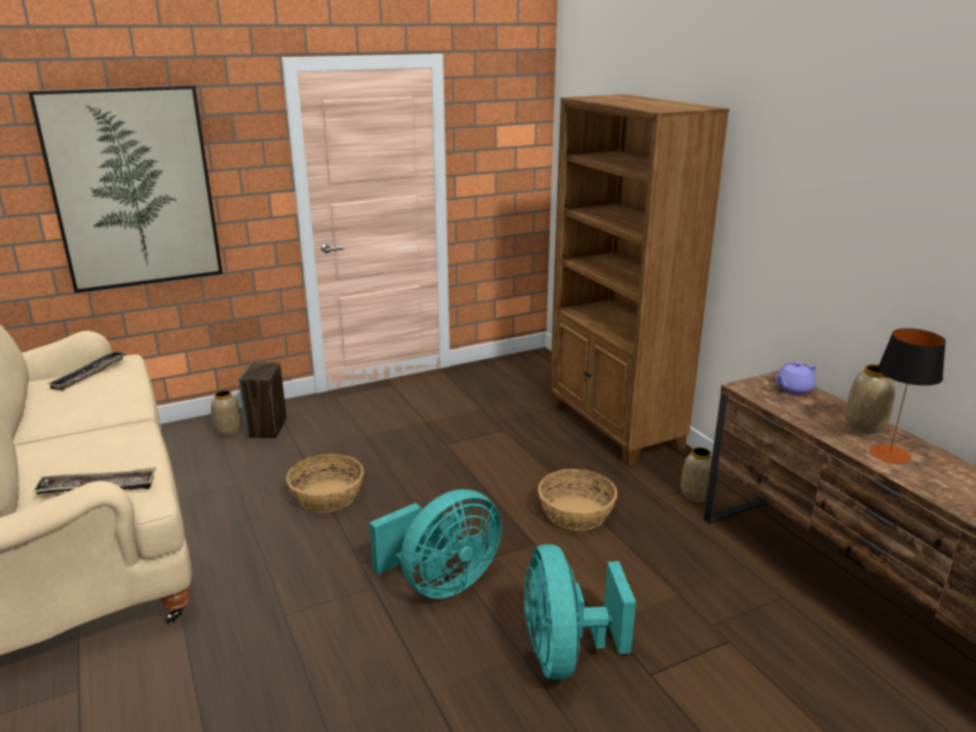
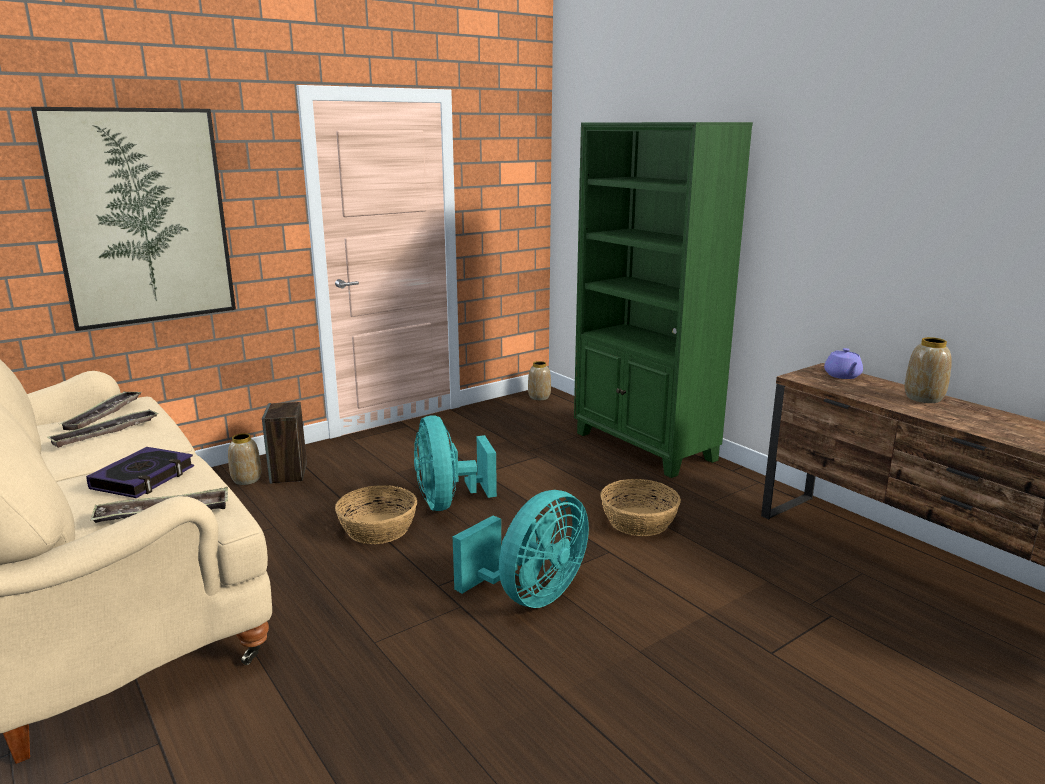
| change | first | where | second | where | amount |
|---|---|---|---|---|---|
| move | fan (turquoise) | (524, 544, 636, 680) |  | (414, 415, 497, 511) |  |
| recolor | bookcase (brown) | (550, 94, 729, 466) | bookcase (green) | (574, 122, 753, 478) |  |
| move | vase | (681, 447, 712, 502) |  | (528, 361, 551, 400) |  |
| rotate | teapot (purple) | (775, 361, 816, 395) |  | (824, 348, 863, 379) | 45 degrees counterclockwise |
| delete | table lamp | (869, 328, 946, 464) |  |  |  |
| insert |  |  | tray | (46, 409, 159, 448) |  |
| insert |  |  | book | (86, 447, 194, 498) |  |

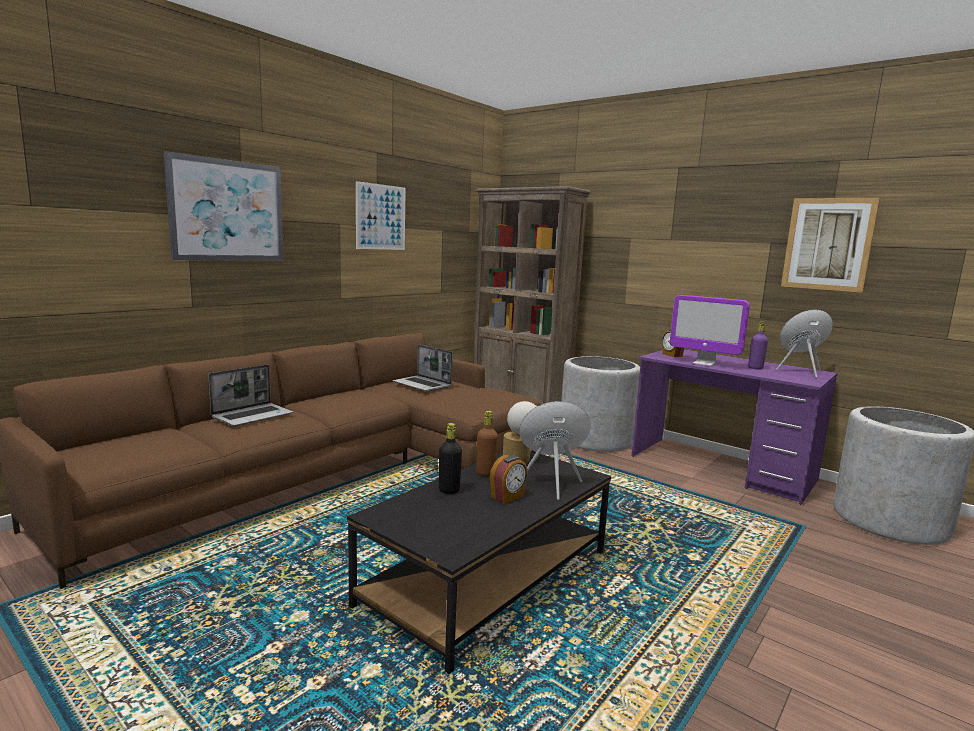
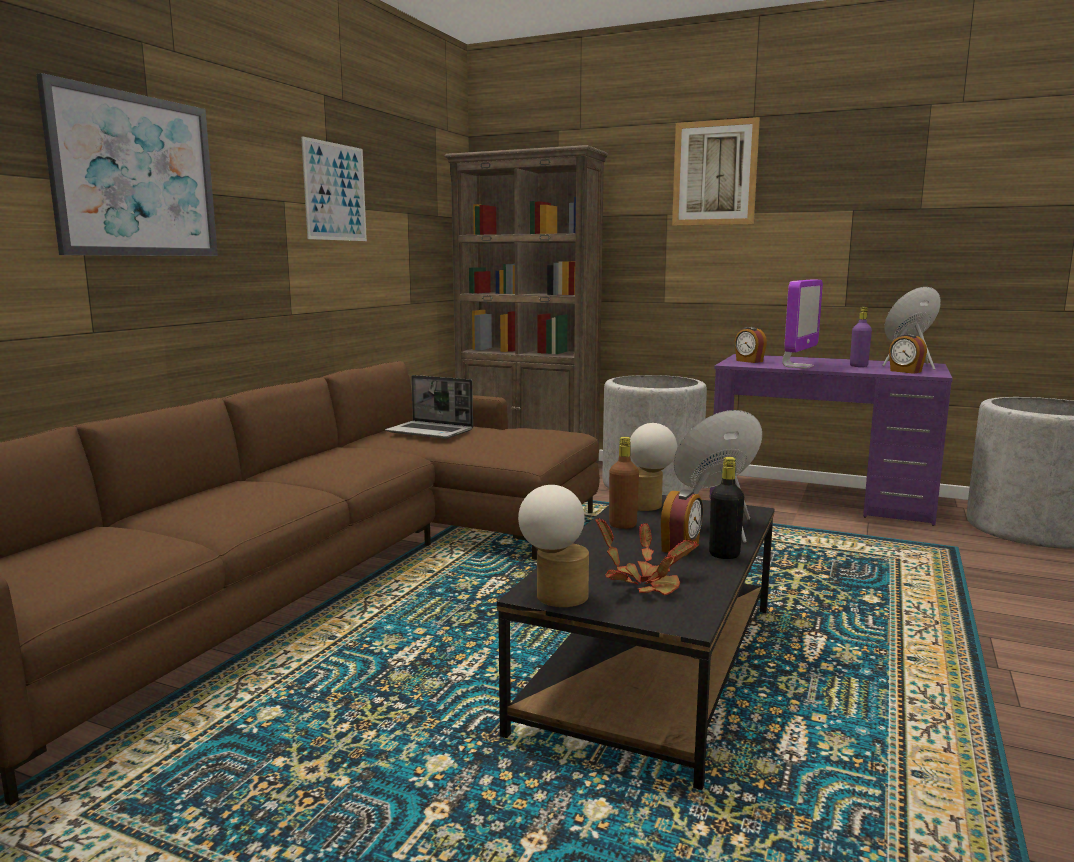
| change | first | where | second | where | amount |
|---|---|---|---|---|---|
| delete | laptop | (208, 365, 293, 427) |  |  |  |
| move | bottle (black) | (439, 423, 462, 494) |  | (709, 457, 744, 559) |  |
| rotate | monitor | (670, 295, 750, 367) |  | (782, 280, 823, 369) | 75 degrees counterclockwise |
| move | picture | (781, 198, 880, 293) |  | (672, 117, 760, 226) |  |
| insert |  |  | table lamp | (518, 485, 589, 607) |  |
| insert |  |  | potted plant | (595, 518, 699, 596) |  |
| insert |  |  | alarm clock | (889, 334, 927, 374) |  |

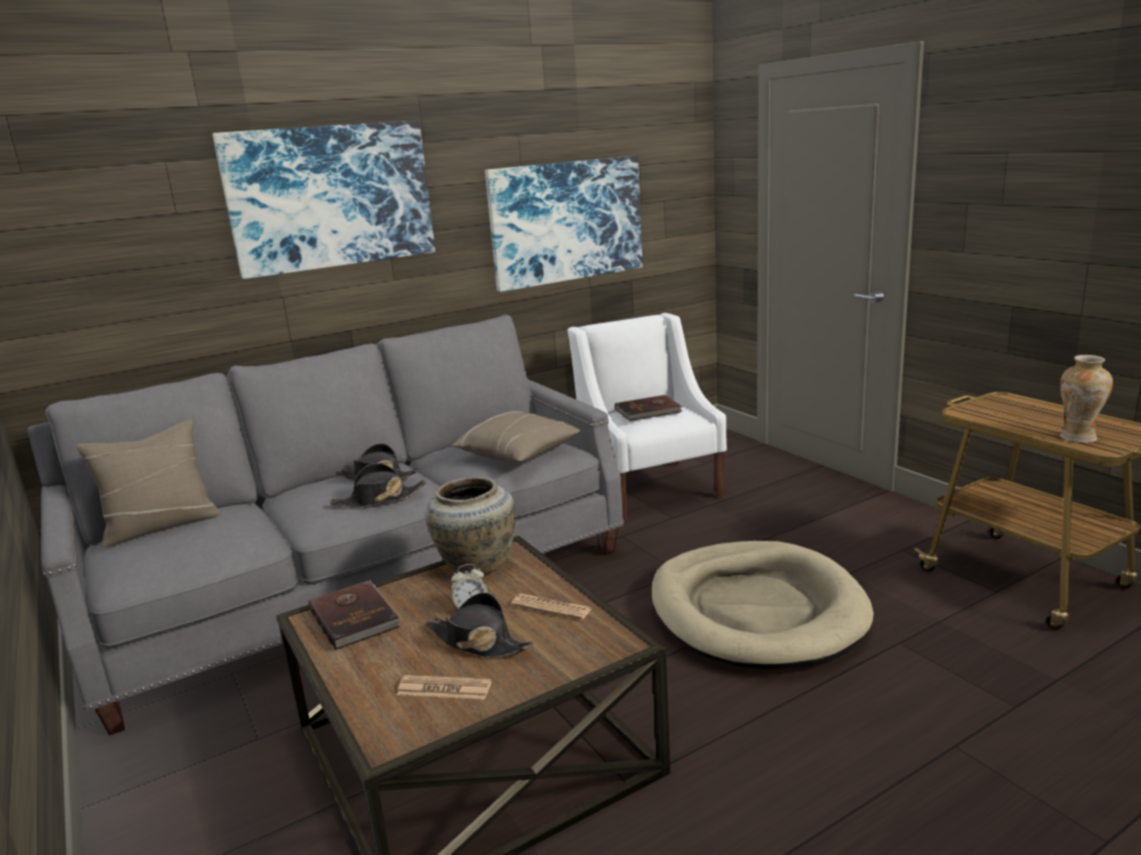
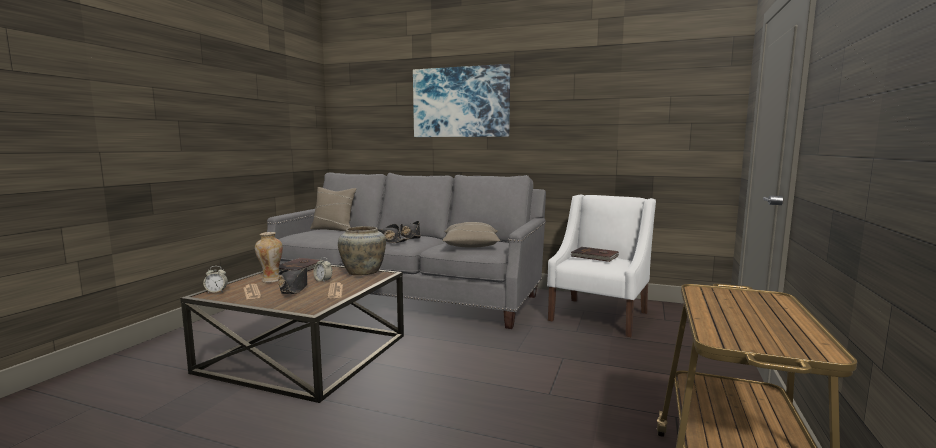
| change | first | where | second | where | amount |
|---|---|---|---|---|---|
| delete | picture | (485, 156, 643, 292) |  |  |  |
| delete | dog bed (beige) | (651, 541, 874, 669) |  |  |  |
| move | vase | (1060, 355, 1113, 443) |  | (255, 232, 283, 283) |  |
| insert |  |  | alarm clock | (203, 266, 228, 293) |  |

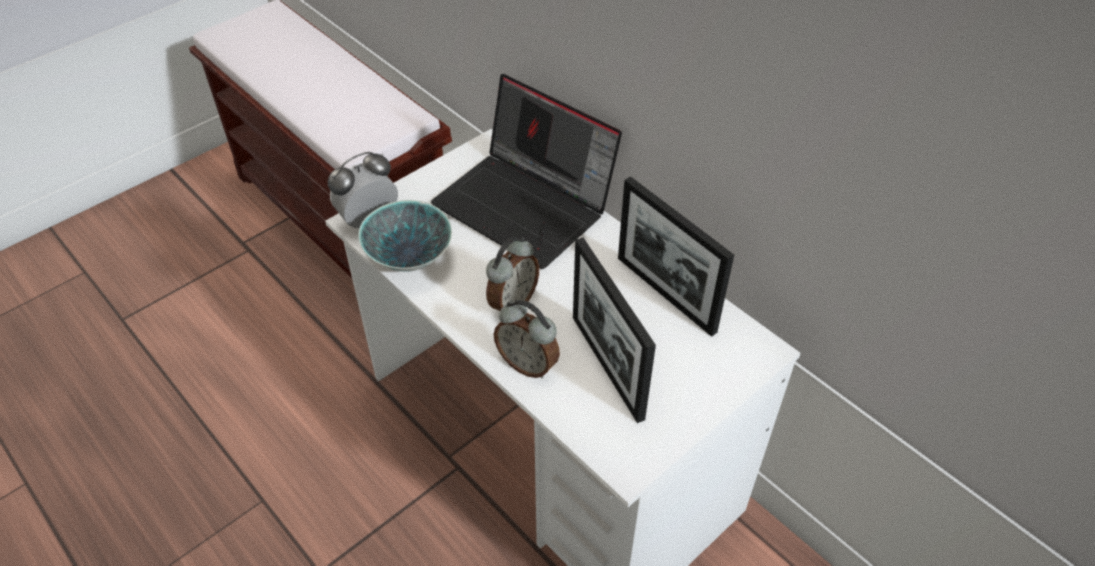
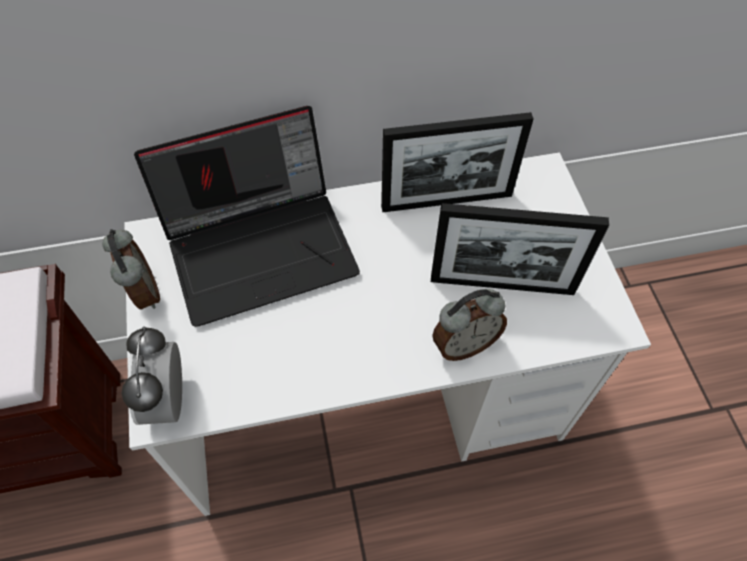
| change | first | where | second | where | amount |
|---|---|---|---|---|---|
| delete | bowl | (358, 200, 452, 272) |  |  |  |
| move | alarm clock | (486, 237, 539, 311) |  | (102, 229, 160, 310) |  |

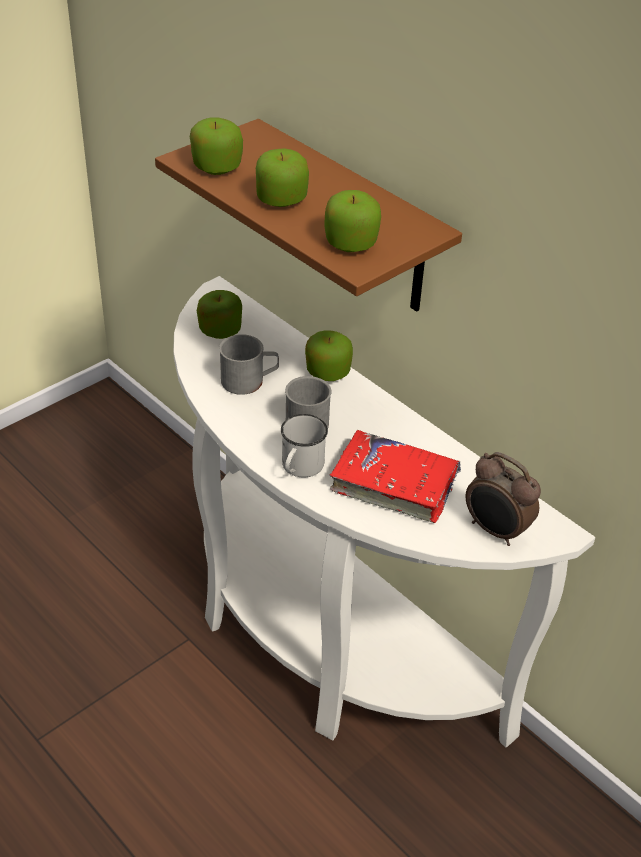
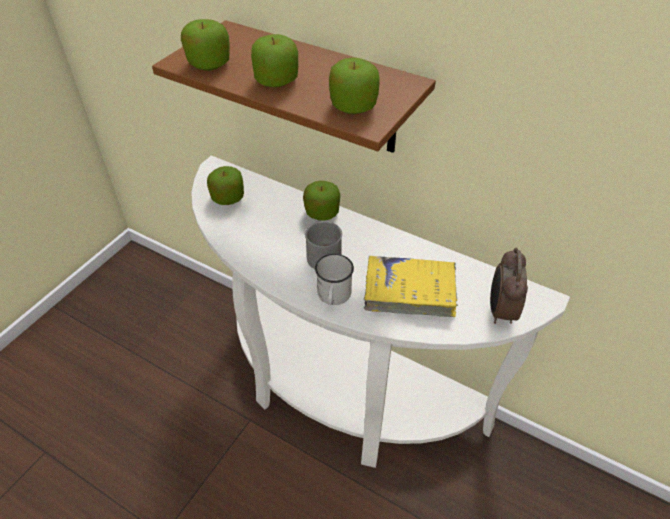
| change | first | where | second | where | amount |
|---|---|---|---|---|---|
| delete | mug (grey) | (219, 334, 279, 395) |  |  |  |
| recolor | book (red) | (329, 430, 461, 523) | book (yellow) | (364, 256, 458, 317) |  |
| rotate | alarm clock | (466, 452, 541, 546) |  | (490, 248, 528, 324) | 75 degrees clockwise |

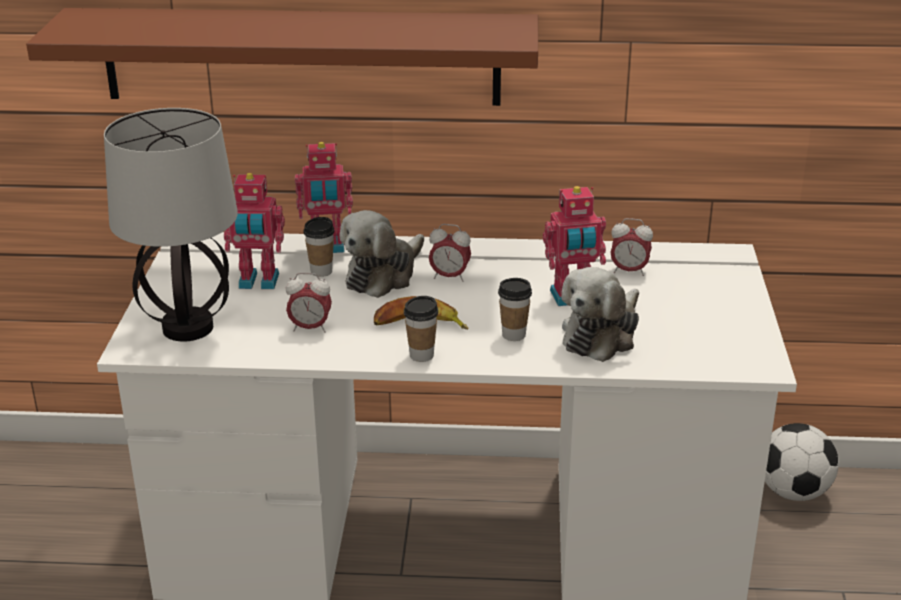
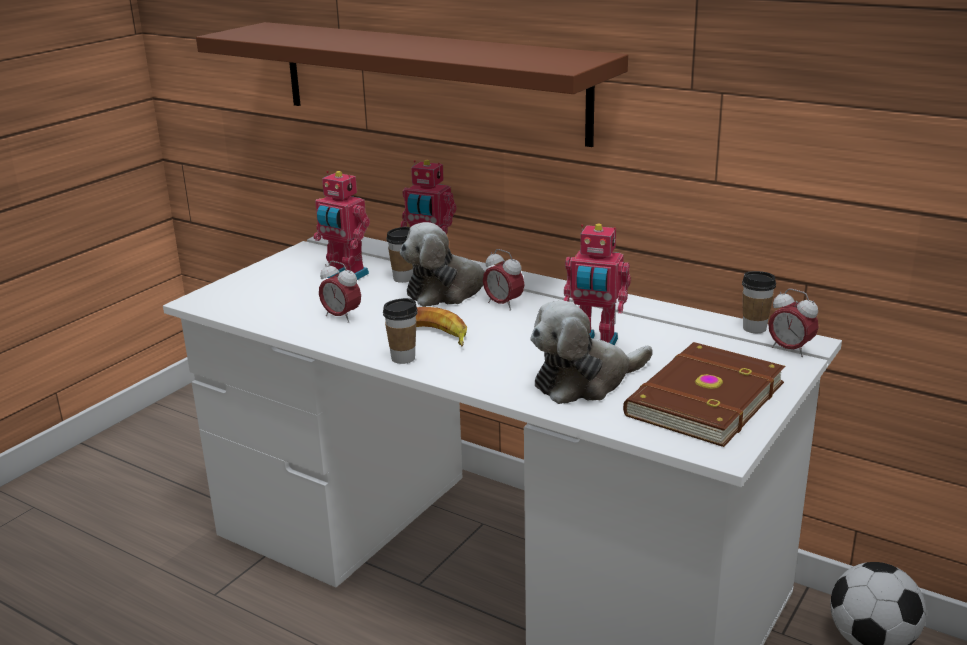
| change | first | where | second | where | amount |
|---|---|---|---|---|---|
| delete | table lamp | (104, 108, 238, 342) |  |  |  |
| move | cup | (498, 278, 532, 341) |  | (742, 271, 776, 333) |  |
| move | alarm clock | (611, 218, 653, 276) |  | (768, 289, 819, 357) |  |
| insert |  |  | book (brown) | (623, 342, 785, 447) |  |

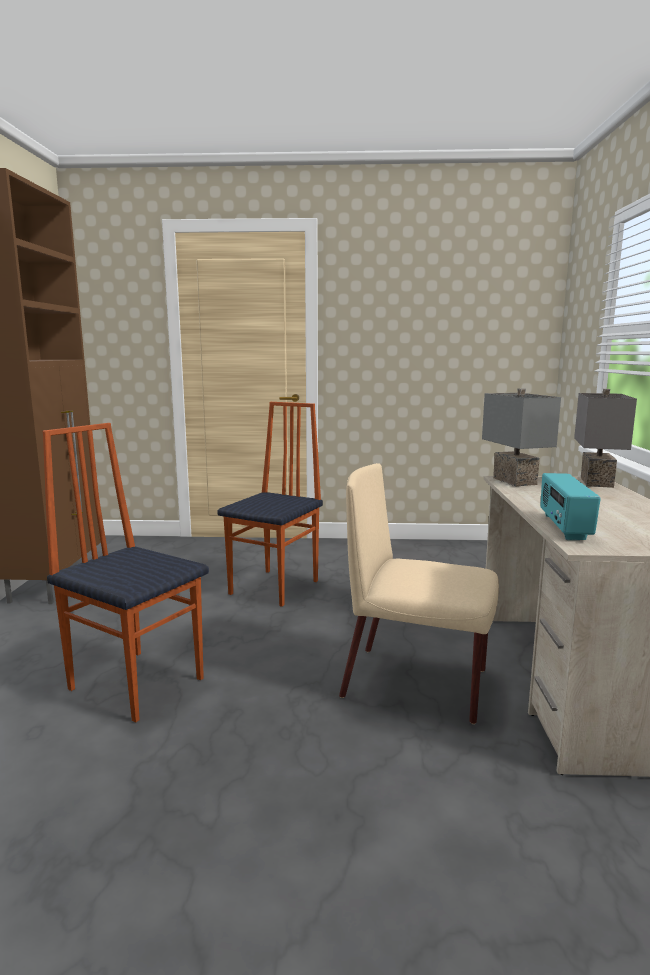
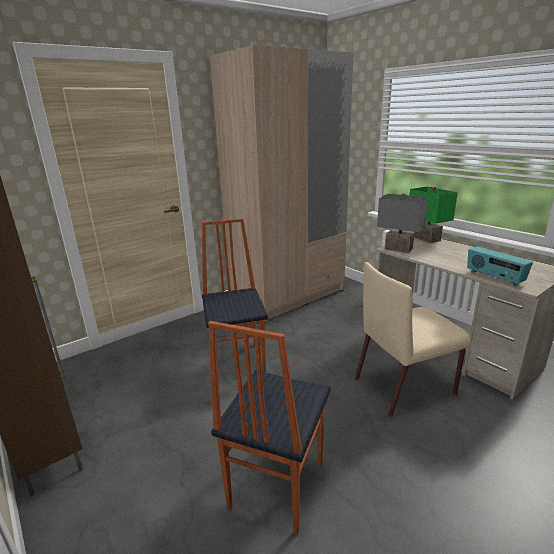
| change | first | where | second | where | amount |
|---|---|---|---|---|---|
| rotate | chair | (42, 423, 209, 722) |  | (208, 321, 331, 535) | 60 degrees counterclockwise |
| recolor | table lamp (grey) | (574, 389, 637, 488) | table lamp (green) | (410, 186, 458, 243) |  |
| insert |  |  | wardrobe (beige) | (209, 44, 354, 323) |  |

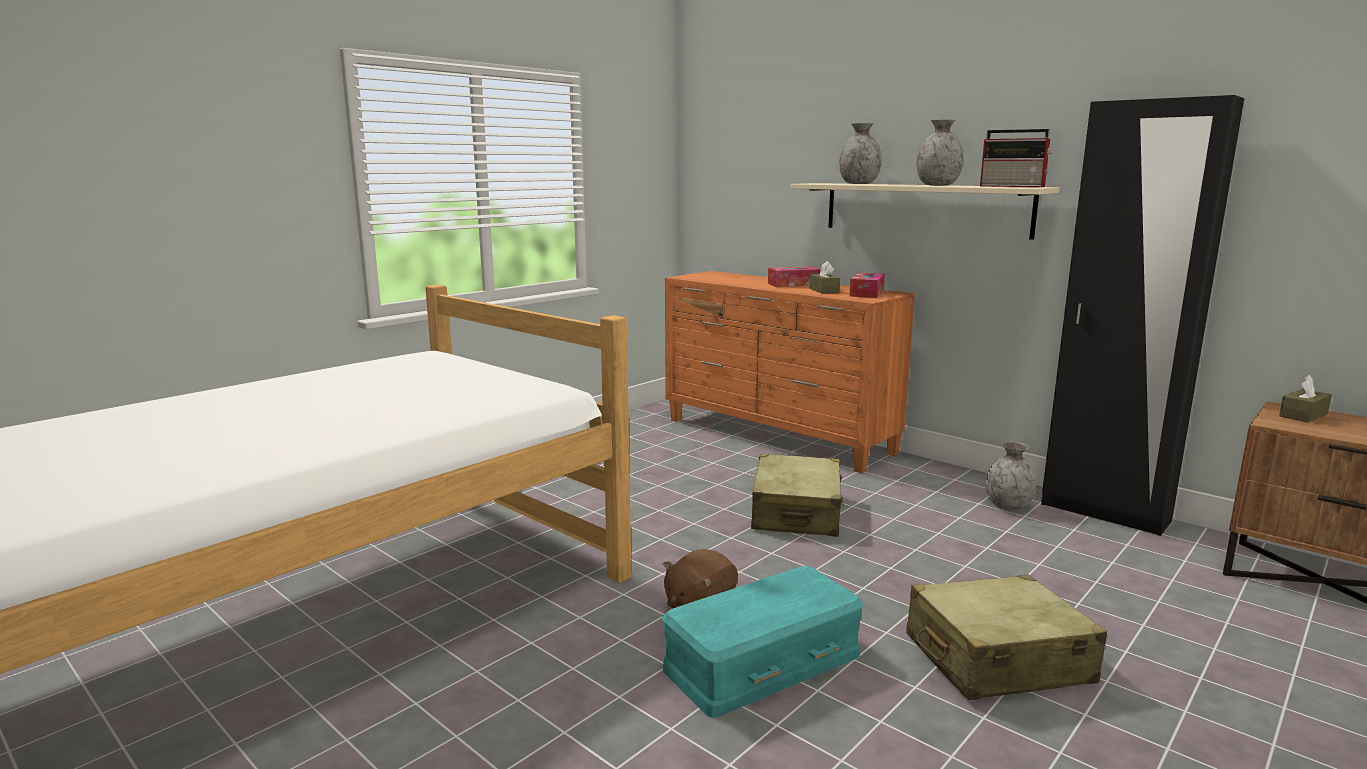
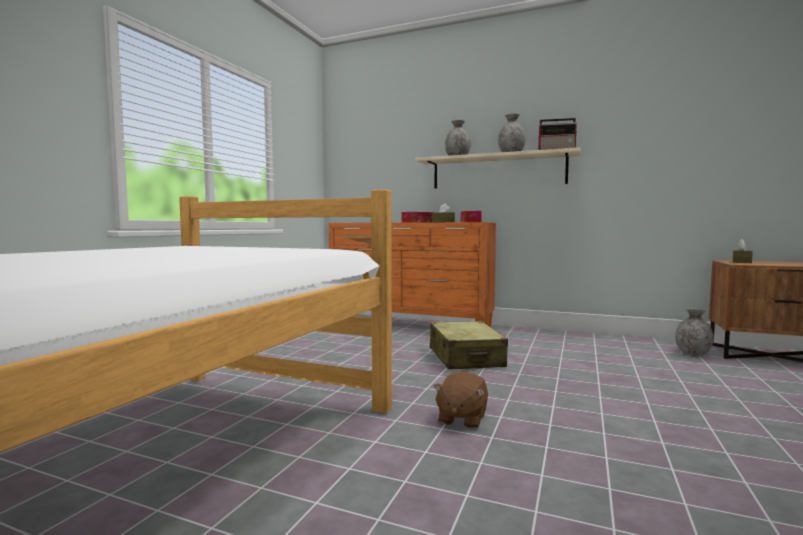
| change | first | where | second | where | amount |
|---|---|---|---|---|---|
| delete | storage box (turquoise) | (662, 566, 864, 718) |  |  |  |
| delete | suitcase (beige) | (906, 575, 1107, 700) |  |  |  |
| move | vase (grey) | (986, 442, 1036, 510) |  | (675, 308, 713, 355) |  |
| delete | wardrobe (black) | (1041, 95, 1244, 536) |  |  |  |

